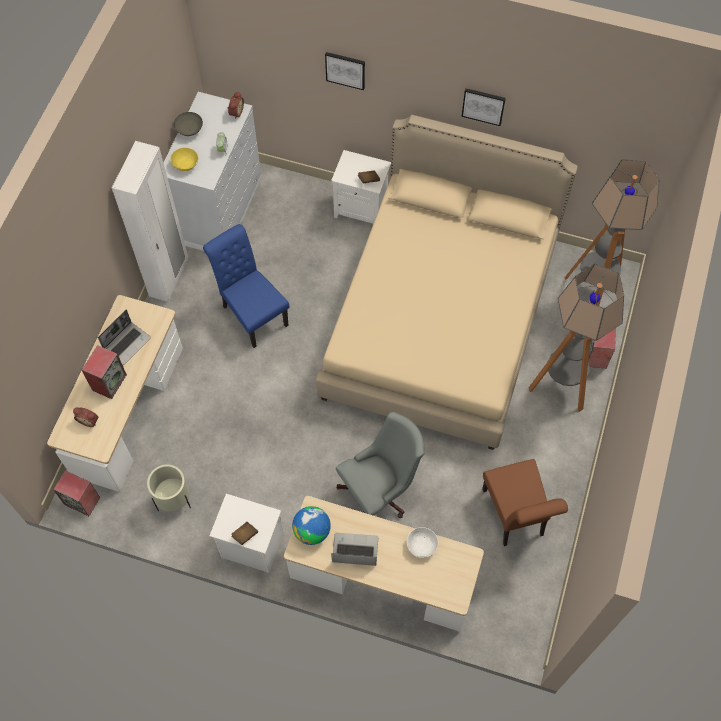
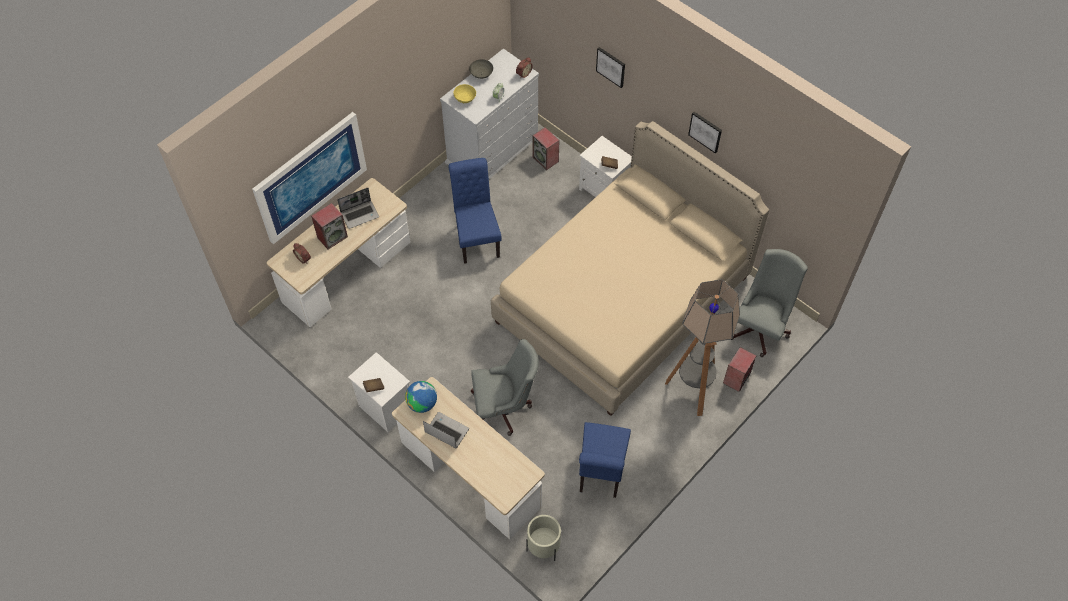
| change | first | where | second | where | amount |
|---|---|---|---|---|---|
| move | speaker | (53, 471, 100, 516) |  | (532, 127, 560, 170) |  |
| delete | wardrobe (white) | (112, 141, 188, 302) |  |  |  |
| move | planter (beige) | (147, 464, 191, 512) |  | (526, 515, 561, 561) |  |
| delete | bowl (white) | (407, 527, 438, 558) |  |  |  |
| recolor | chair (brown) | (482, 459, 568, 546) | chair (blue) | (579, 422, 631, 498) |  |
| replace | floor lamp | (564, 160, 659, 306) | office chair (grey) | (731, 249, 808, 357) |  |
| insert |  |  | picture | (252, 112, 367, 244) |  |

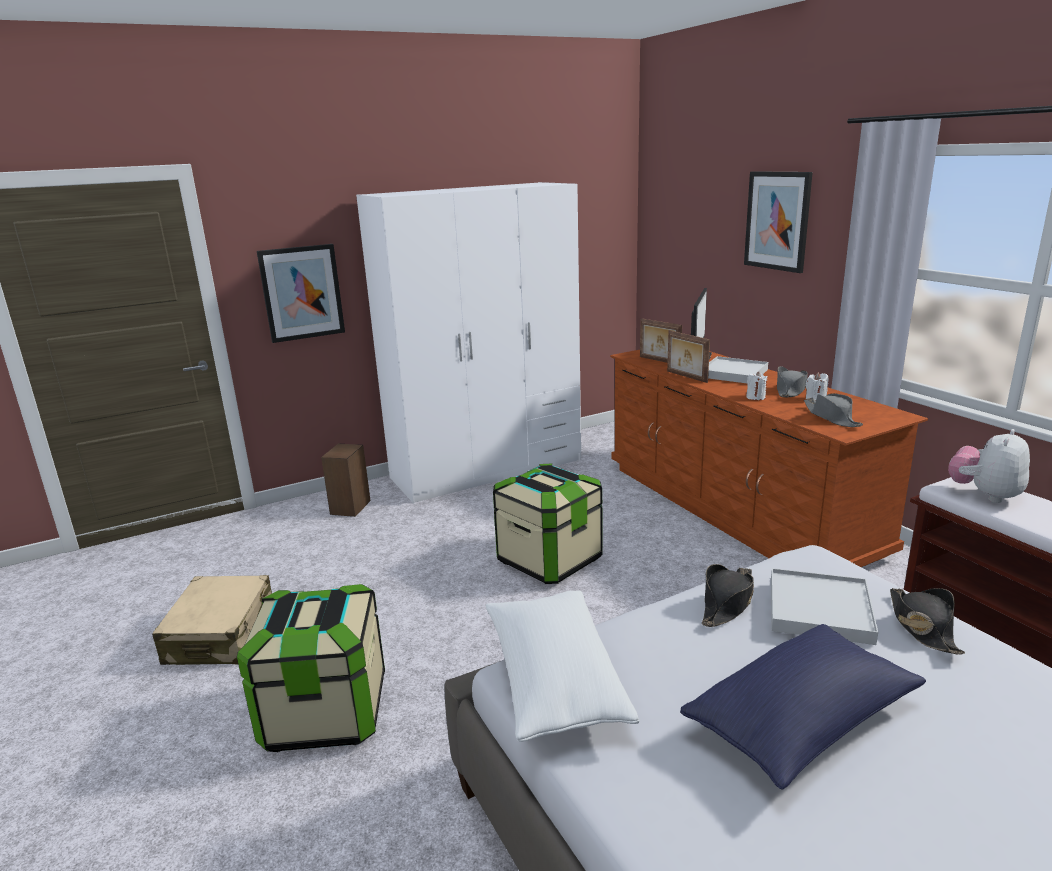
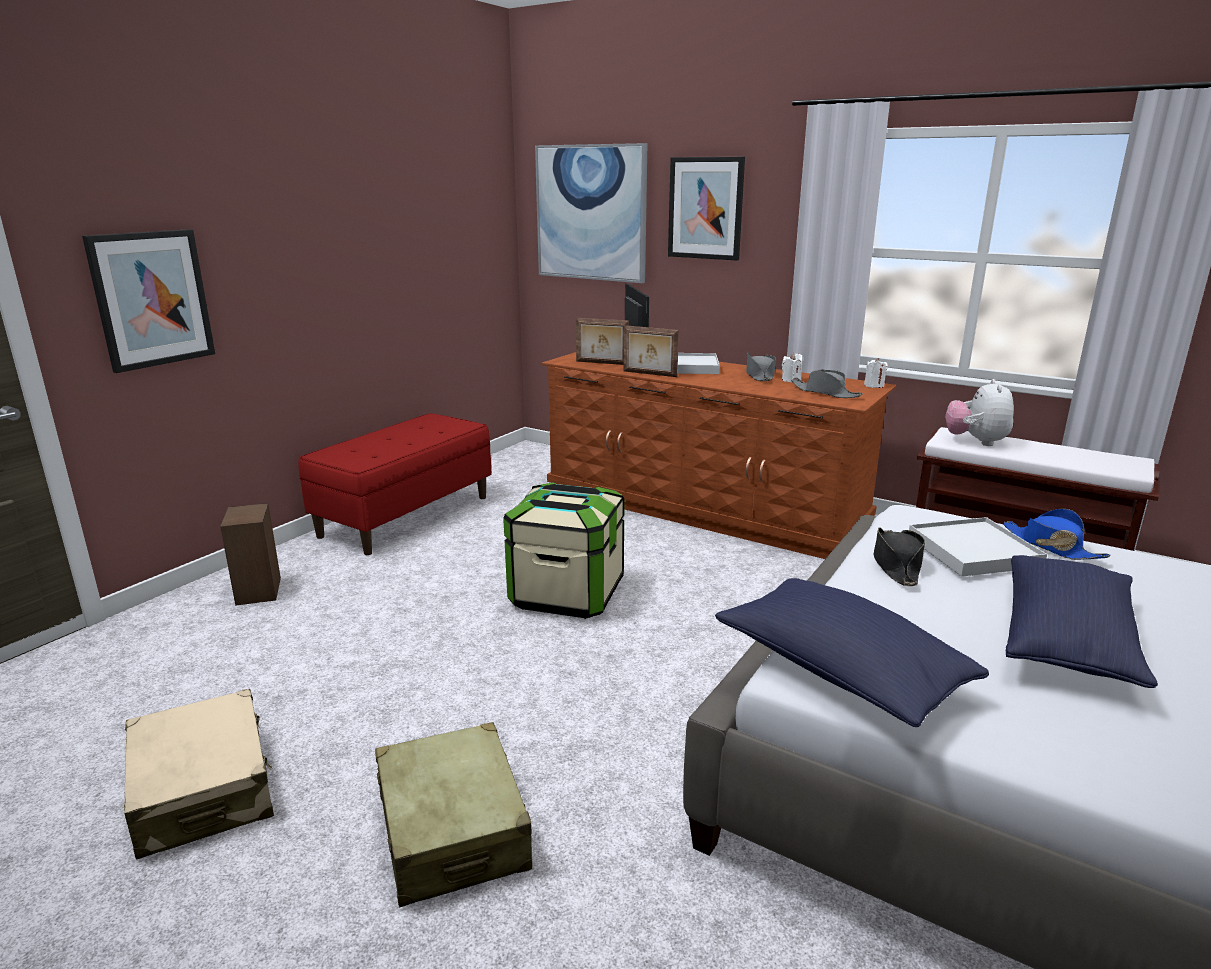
| change | first | where | second | where | amount |
|---|---|---|---|---|---|
| replace | storage box | (237, 584, 385, 752) | suitcase (beige) | (375, 722, 532, 907) |  |
| replace | wardrobe (white) | (356, 182, 581, 504) | bench (red) | (298, 413, 492, 555) |  |
| recolor | pillow (white) | (486, 590, 639, 742) | pillow (blue) | (715, 578, 989, 727) |  |
| move | candle (white) | (746, 371, 768, 400) |  | (864, 358, 888, 388) |  |
| recolor | hat (black) | (890, 588, 965, 655) | hat (blue) | (1002, 509, 1111, 560) |  |
| insert |  |  | picture | (535, 143, 647, 283) |  |

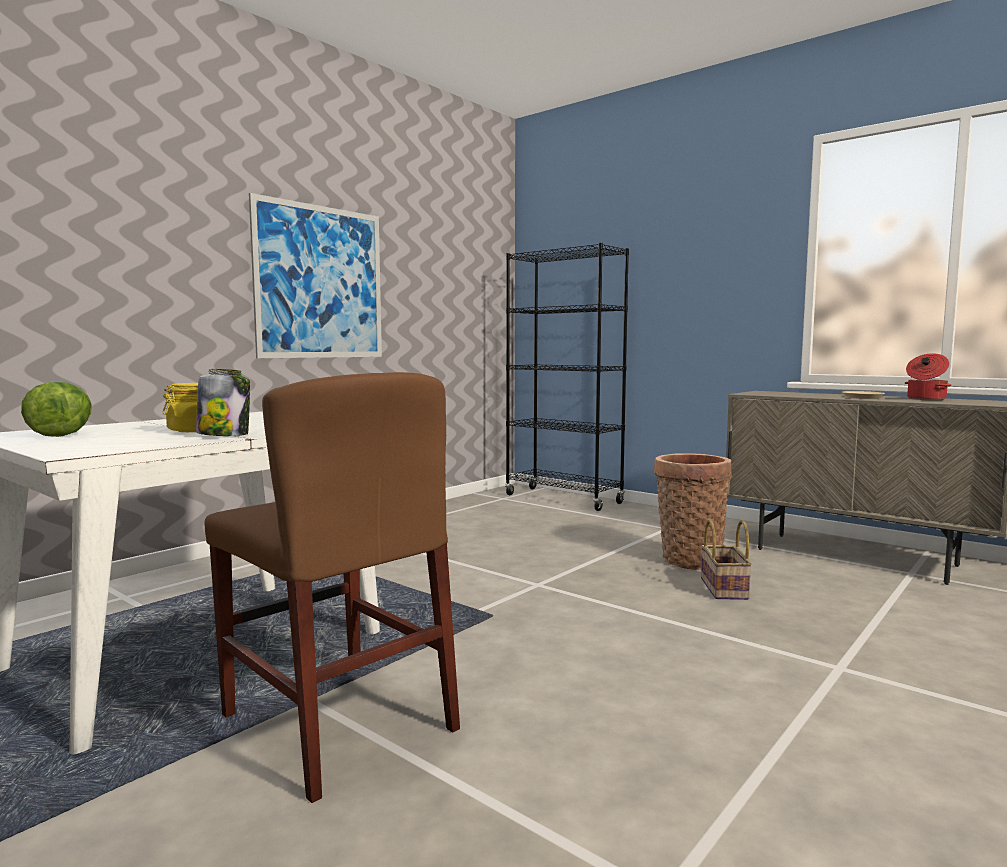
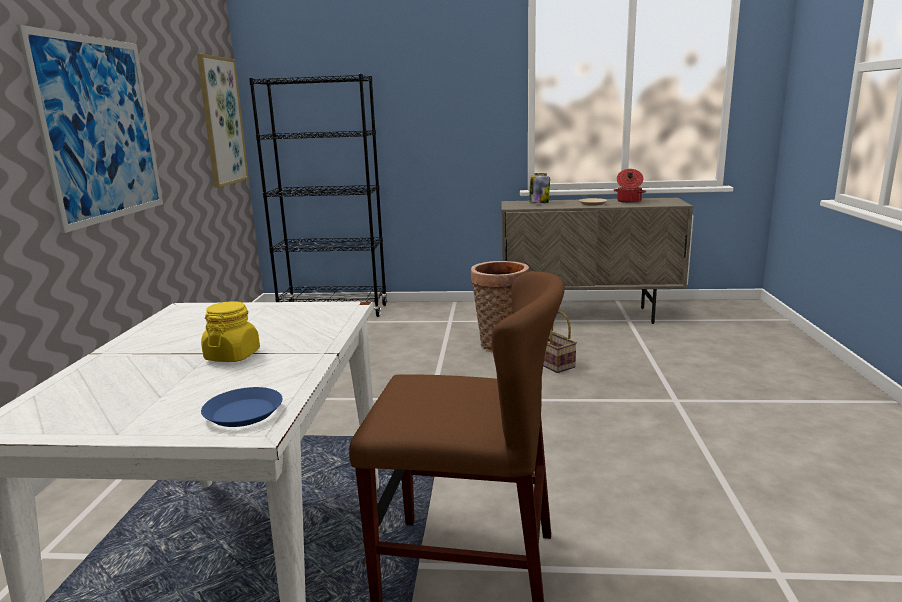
| change | first | where | second | where | amount |
|---|---|---|---|---|---|
| delete | lettuce | (21, 381, 92, 437) |  |  |  |
| move | jar | (196, 369, 250, 436) |  | (529, 173, 550, 203) |  |
| insert |  |  | picture | (197, 54, 249, 188) |  |
| insert |  |  | plate (blue) | (201, 387, 282, 427) |  |

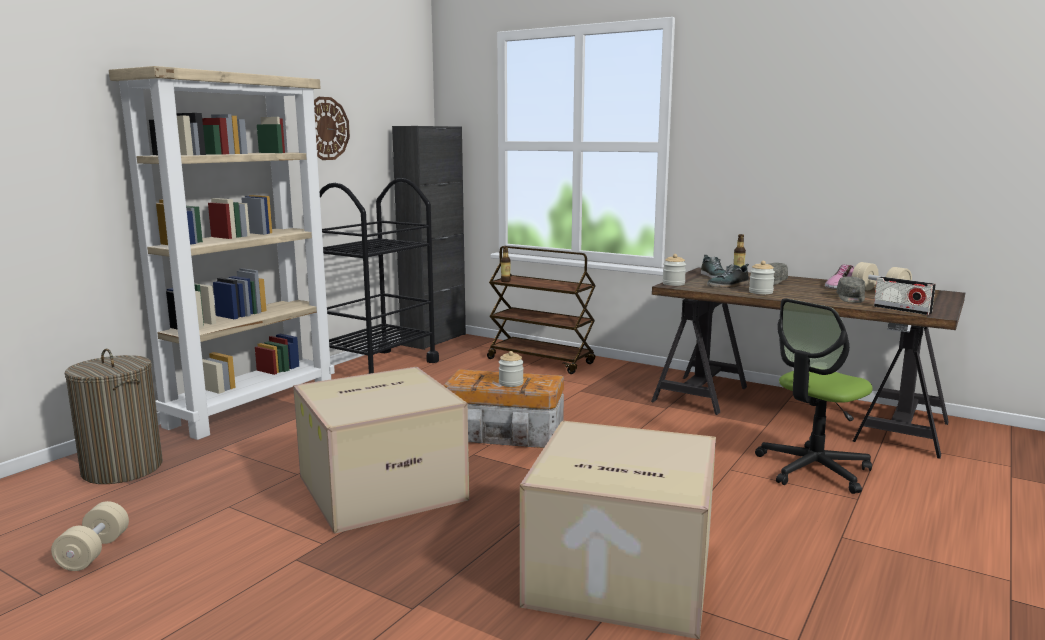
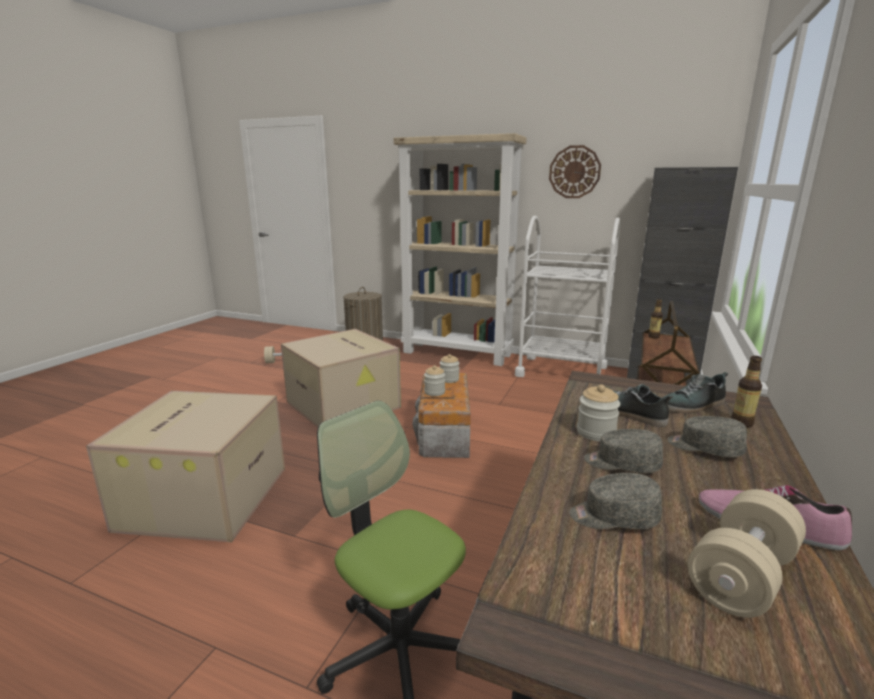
| change | first | where | second | where | amount |
|---|---|---|---|---|---|
| recolor | cart (black) | (320, 178, 439, 374) | cart (white) | (515, 216, 620, 377) |  |
| move | jar | (663, 254, 686, 286) |  | (440, 354, 460, 383) |  |
| delete | radio | (874, 277, 936, 315) |  |  |  |
| insert |  |  | cap (grey) | (584, 429, 663, 473) |  |

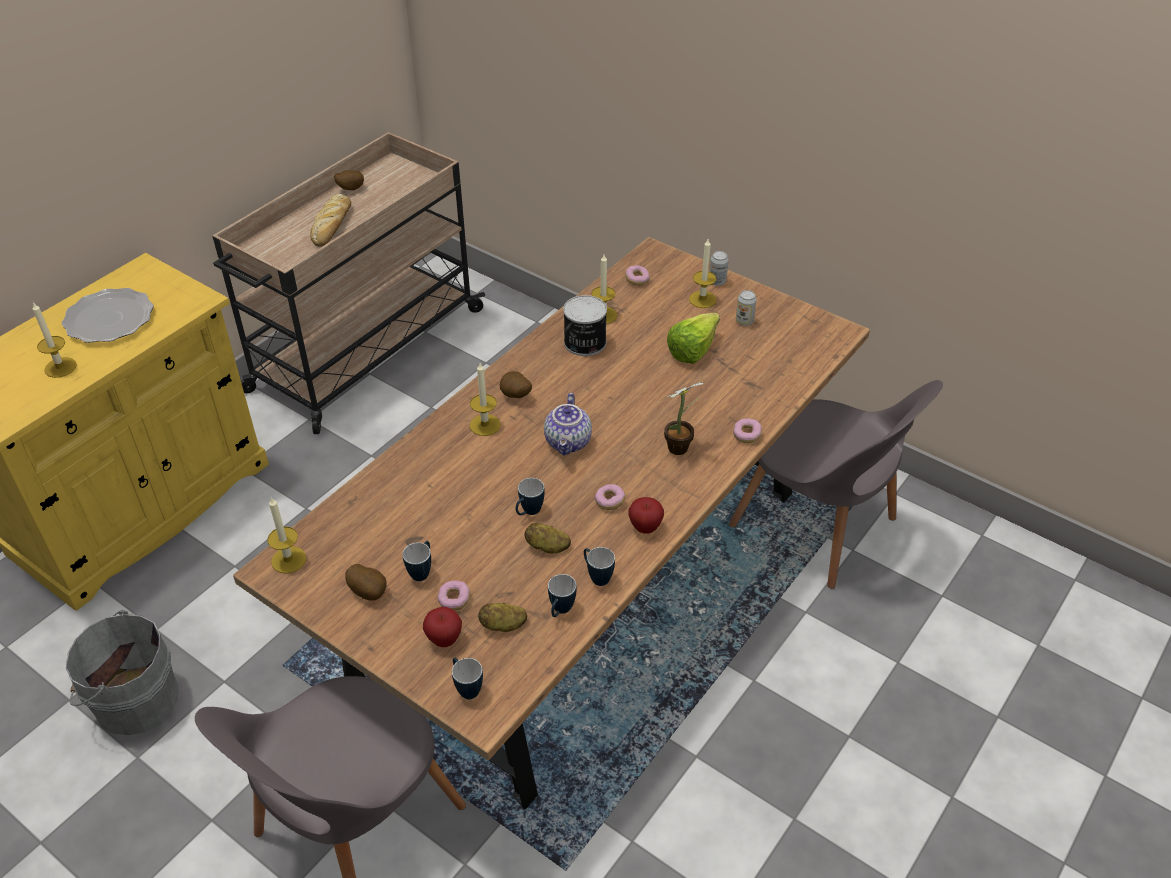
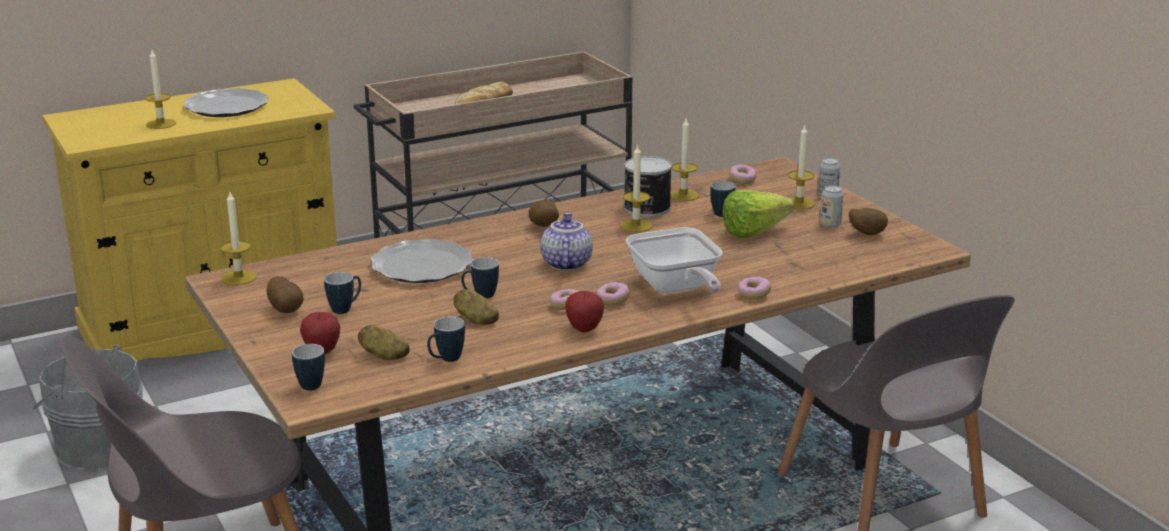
| change | first | where | second | where | amount |
|---|---|---|---|---|---|
| move | potato | (334, 170, 364, 190) |  | (849, 208, 888, 235) |  |
| move | donut | (437, 581, 470, 611) |  | (597, 282, 630, 305) |  |
| move | candle | (470, 363, 501, 436) |  | (620, 144, 652, 232) |  |
| rotate | teapot | (544, 393, 592, 455) |  | (541, 213, 593, 271) | 150 degrees clockwise |
| move | mug | (584, 547, 615, 586) |  | (710, 181, 736, 217) |  |
| replace | potted plant | (658, 380, 707, 455) | frying pan | (626, 227, 723, 293) |  |
| insert |  |  | plate | (370, 239, 473, 283) |  |

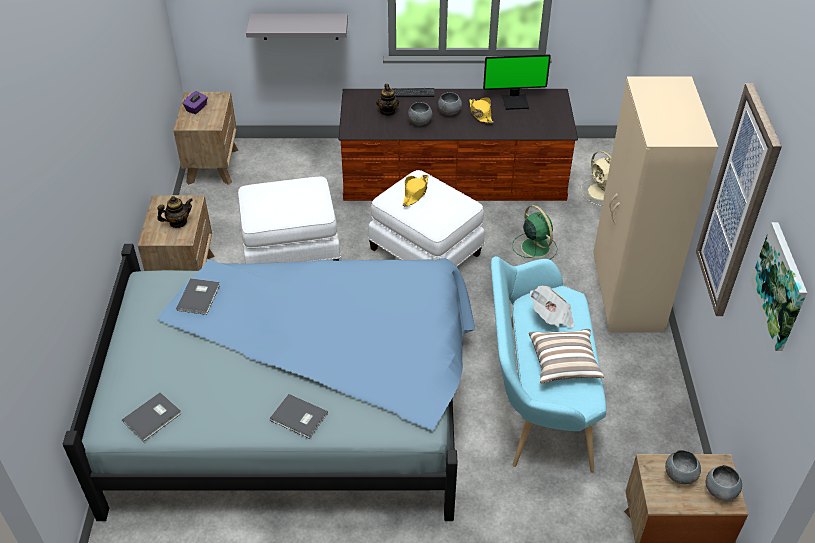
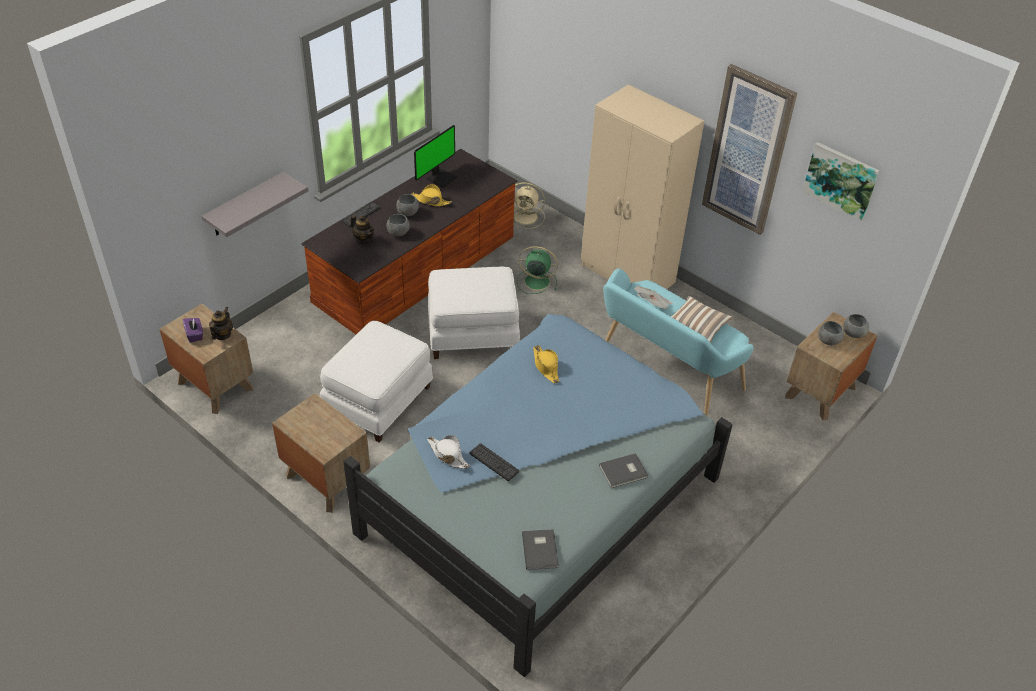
| change | first | where | second | where | amount |
|---|---|---|---|---|---|
| move | teapot | (157, 196, 193, 228) |  | (209, 307, 233, 340) |  |
| replace | book (grey) | (176, 278, 220, 315) | hat (white) | (427, 435, 470, 469) |  |
| move | hat (yellow) | (402, 175, 428, 206) |  | (533, 345, 559, 383) |  |
| insert |  |  | keyboard | (470, 443, 519, 481) |  |

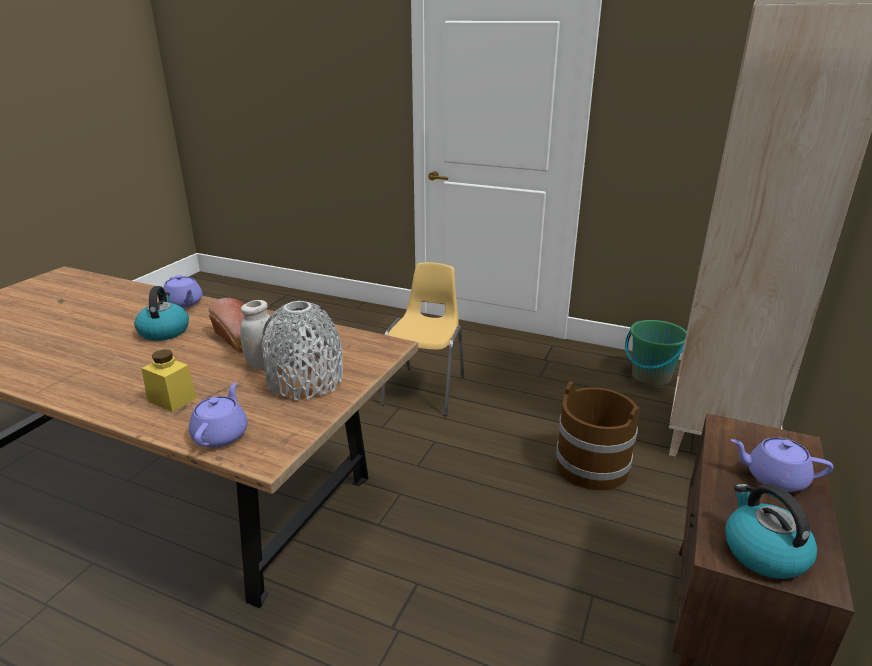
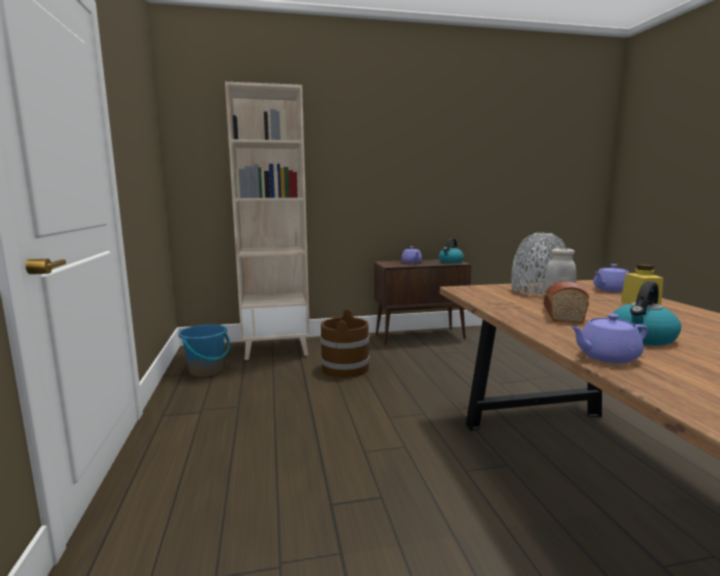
| change | first | where | second | where | amount |
|---|---|---|---|---|---|
| rotate | teapot (purple) | (163, 275, 203, 308) |  | (570, 314, 648, 364) | 120 degrees counterclockwise |
| delete | chair (yellow) | (381, 262, 464, 416) |  |  |  |
| recolor | bucket (green) | (625, 320, 687, 386) | bucket (blue) | (178, 324, 230, 377) |  |

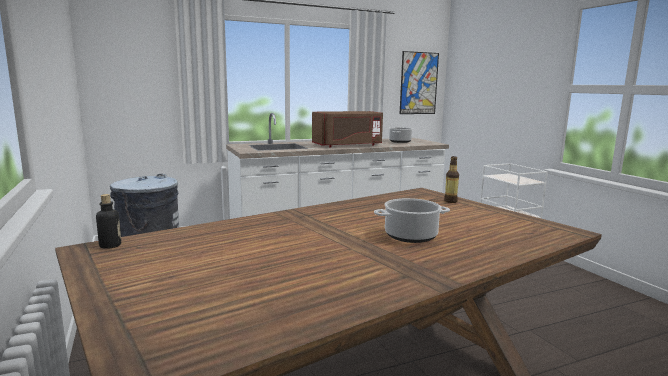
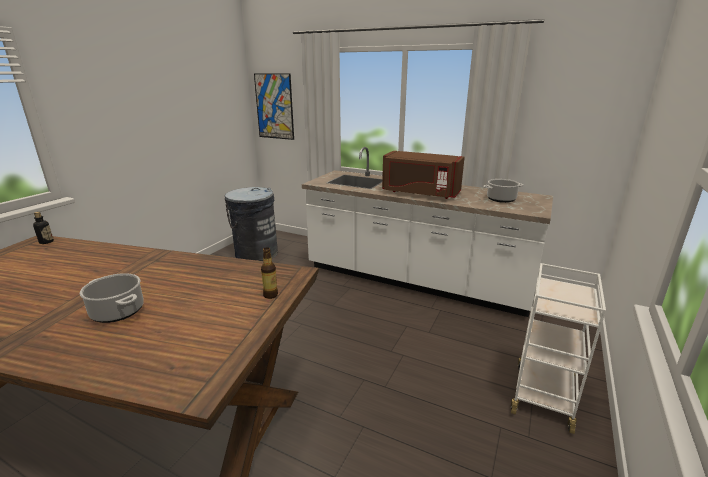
| change | first | where | second | where | amount |
|---|---|---|---|---|---|
| move | picture | (399, 51, 439, 114) |  | (254, 73, 294, 140) |  |

